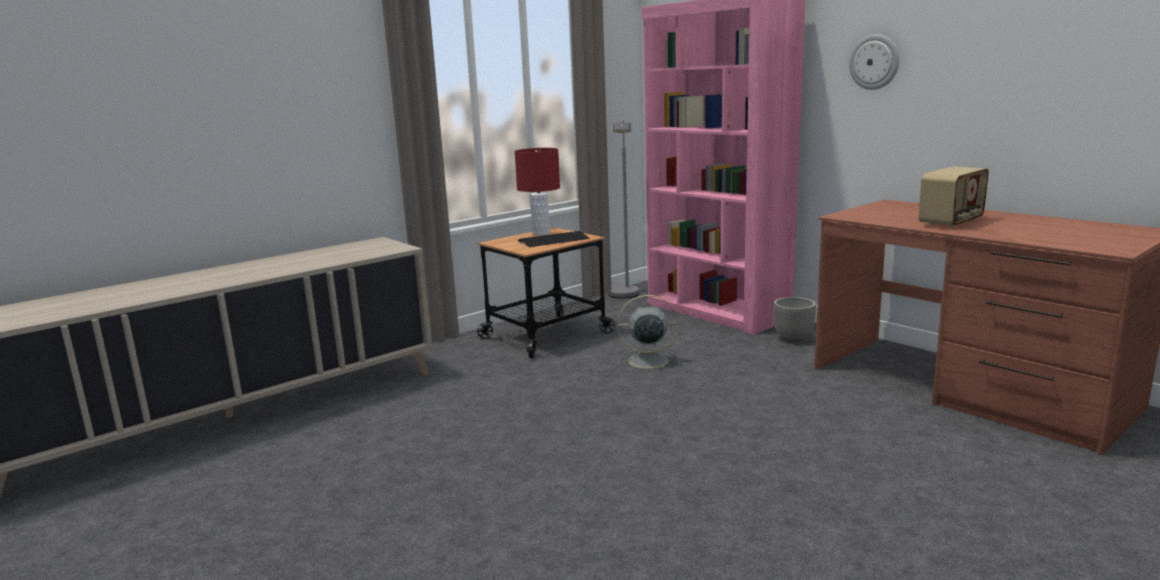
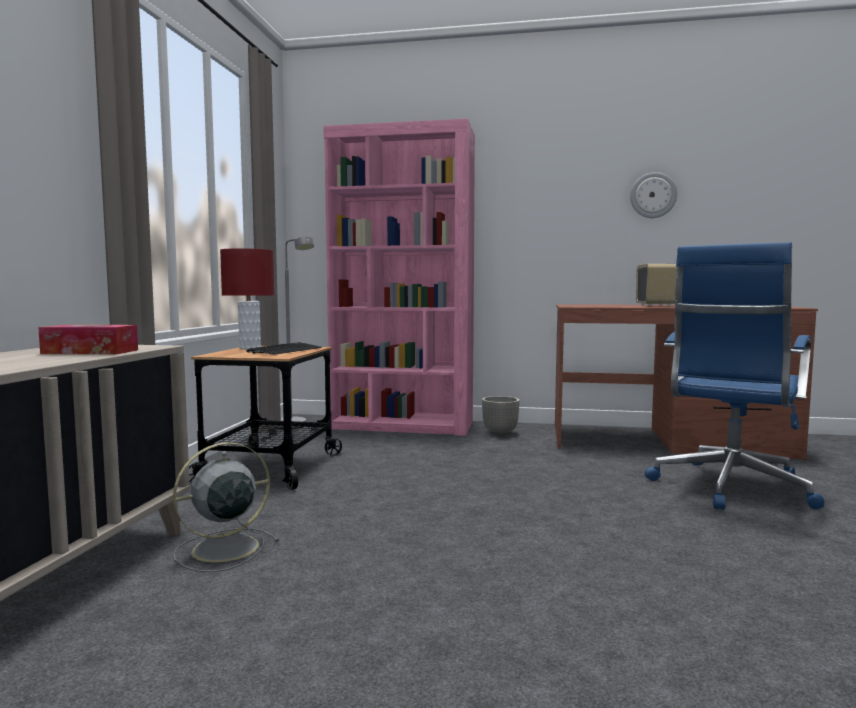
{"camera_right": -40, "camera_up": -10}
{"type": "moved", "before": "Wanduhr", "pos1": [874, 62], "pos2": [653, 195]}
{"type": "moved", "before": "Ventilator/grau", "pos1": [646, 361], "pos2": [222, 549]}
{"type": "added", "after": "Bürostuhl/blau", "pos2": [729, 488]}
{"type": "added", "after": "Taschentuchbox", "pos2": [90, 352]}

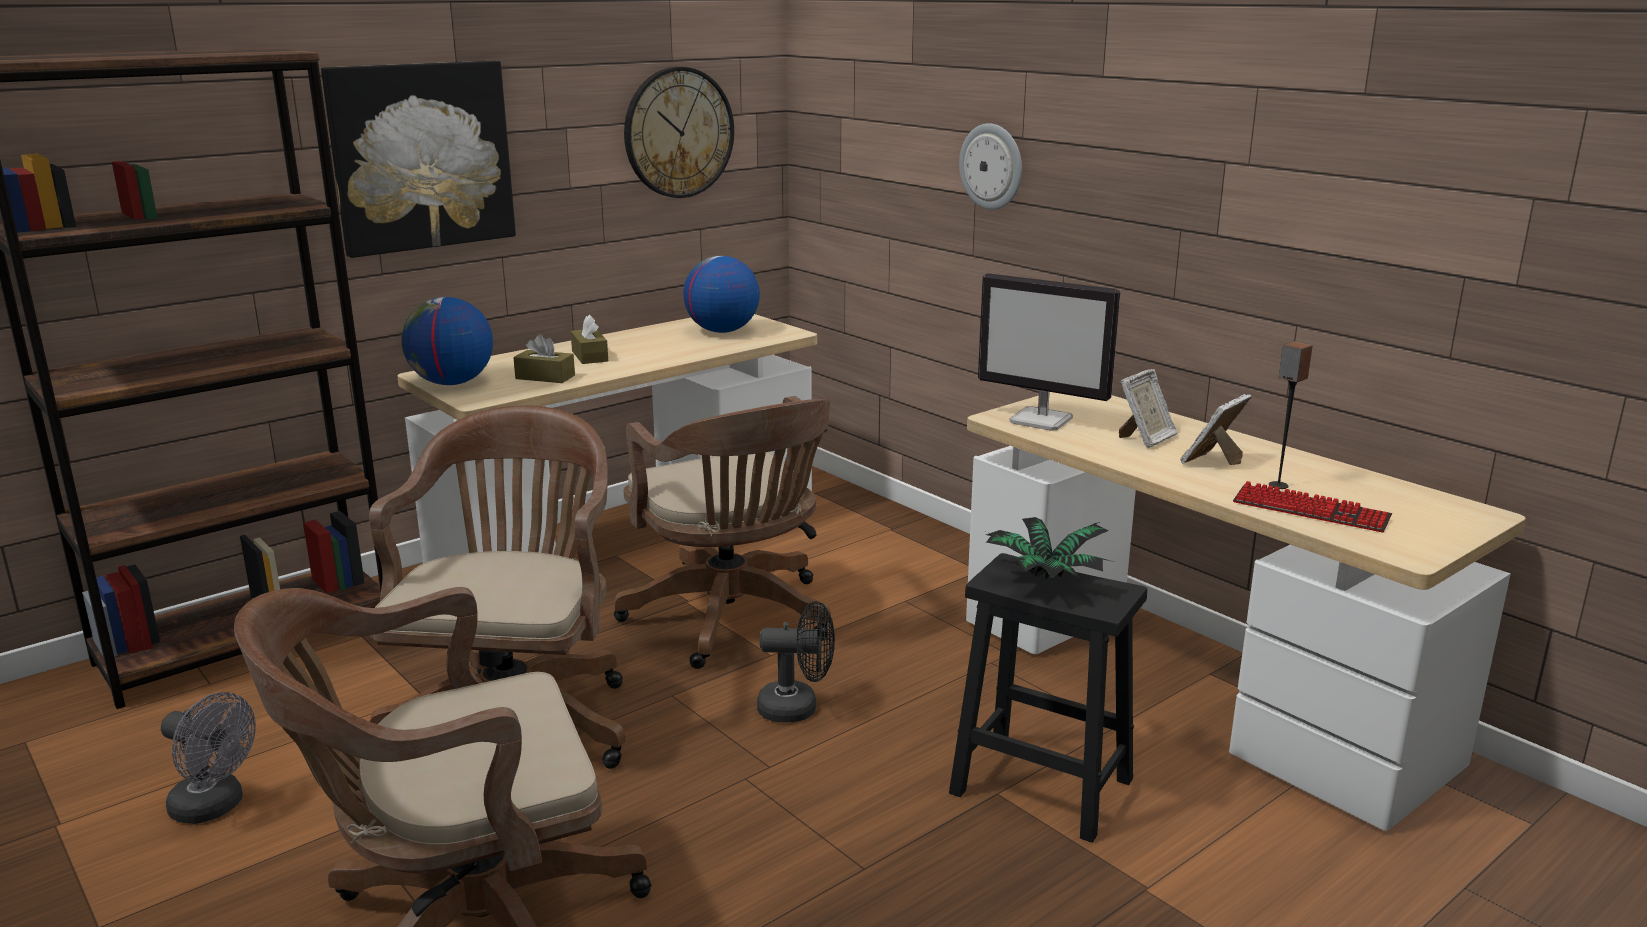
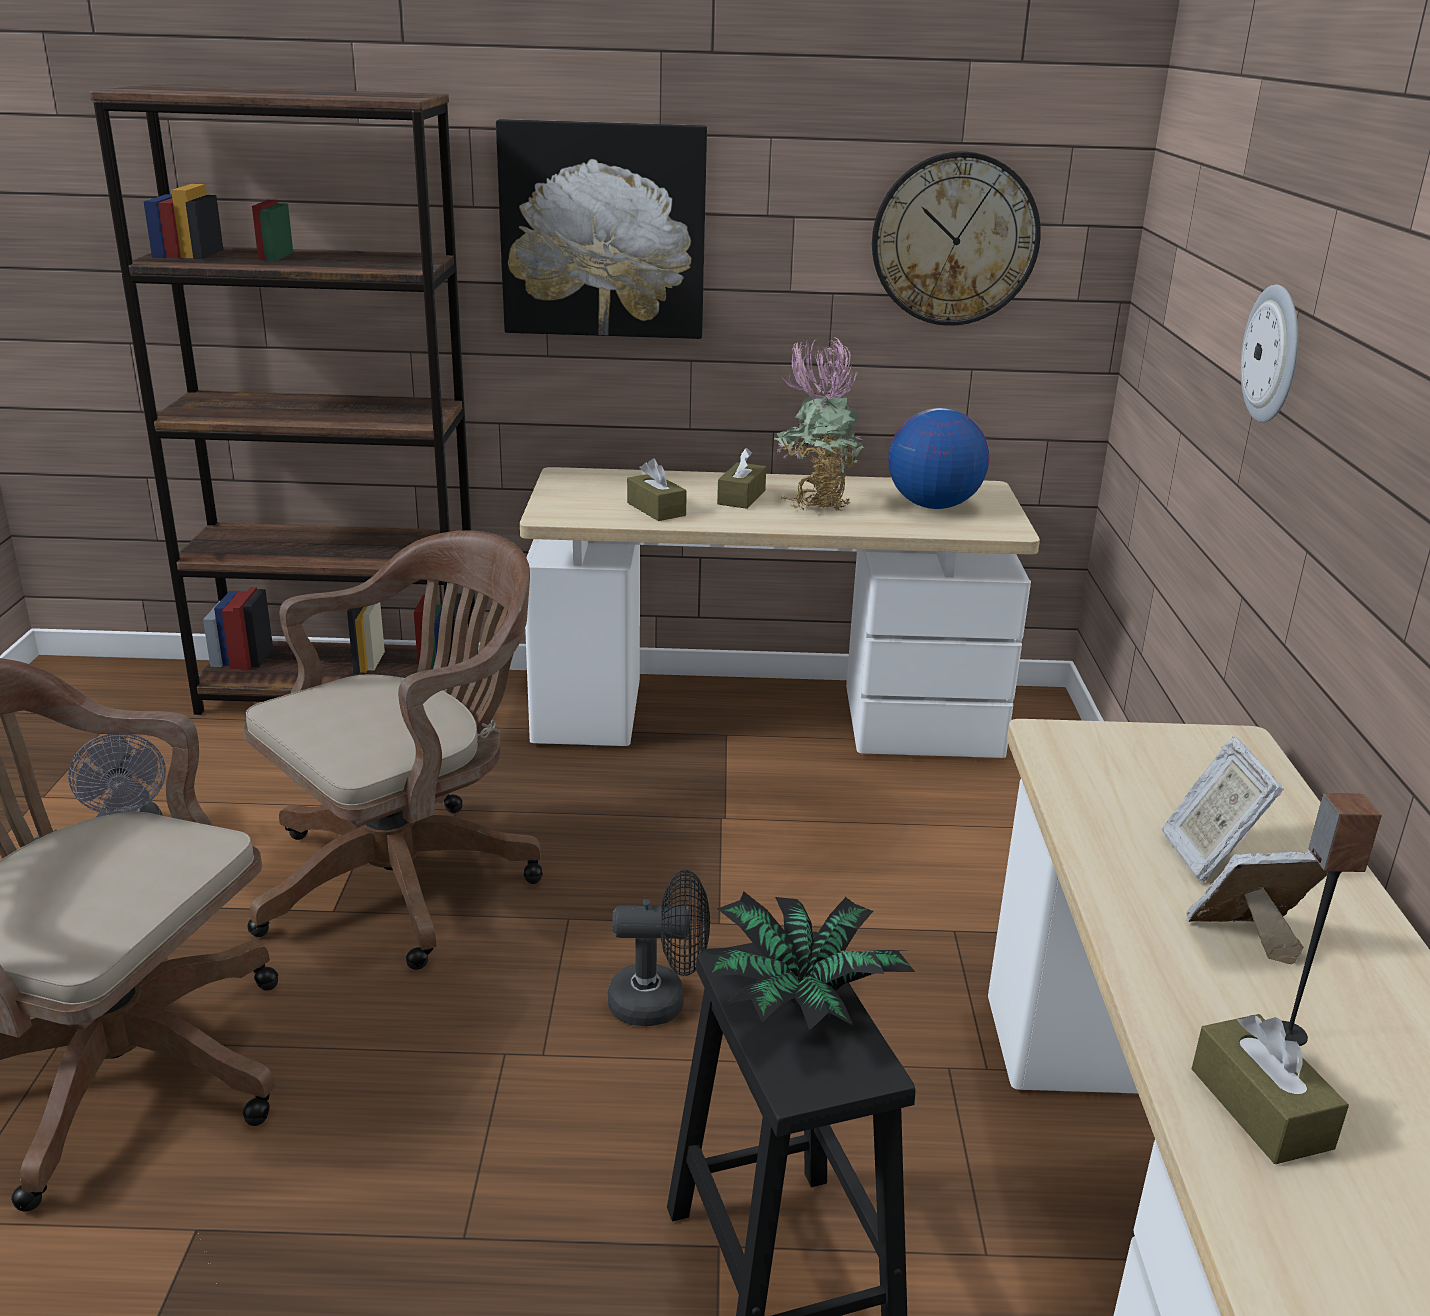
{"camera_right": 40, "camera_up": 5}
{"type": "removed", "before": "Monitor", "pos1": [1042, 420]}
{"type": "removed", "before": "Globus", "pos1": [452, 383]}
{"type": "turned", "before": "Bilderrahmen", "pos1": [1145, 439], "pos2": [1207, 855], "turn": 90}
{"type": "removed", "before": "Bürostuhl/braun", "pos1": [733, 620]}
{"type": "replaced", "before": "Tastatur", "after": "Taschentuchbox/braun", "pos1": [1310, 511], "pos2": [1260, 1108]}
{"type": "turned", "before": "Ventilator/schwarz", "pos1": [797, 708], "pos2": [660, 1002], "turn": -45}
{"type": "added", "after": "Topfpflanze", "pos2": [815, 503]}

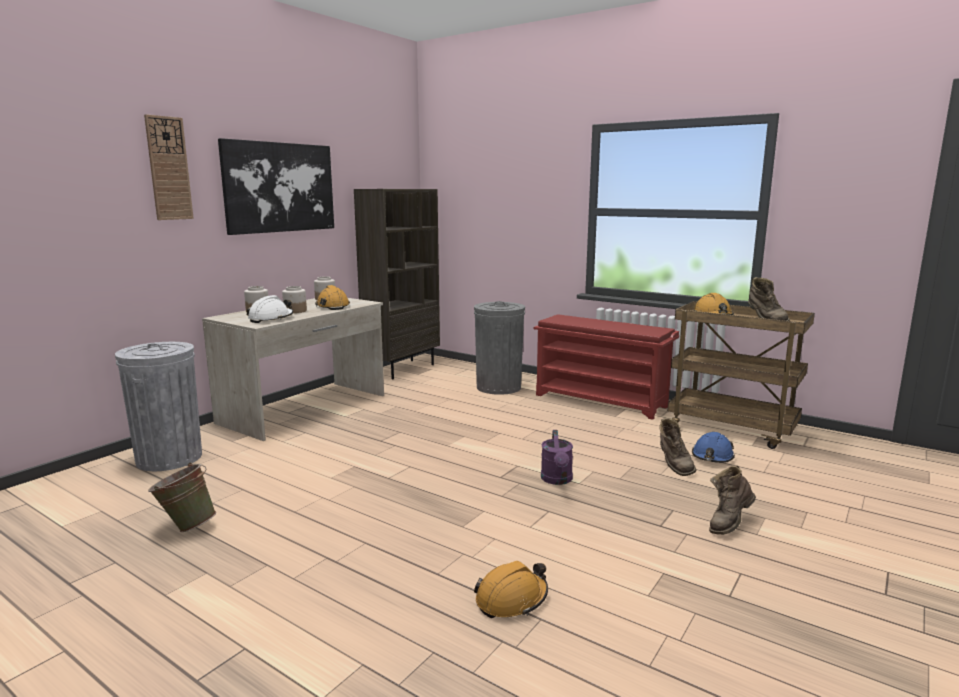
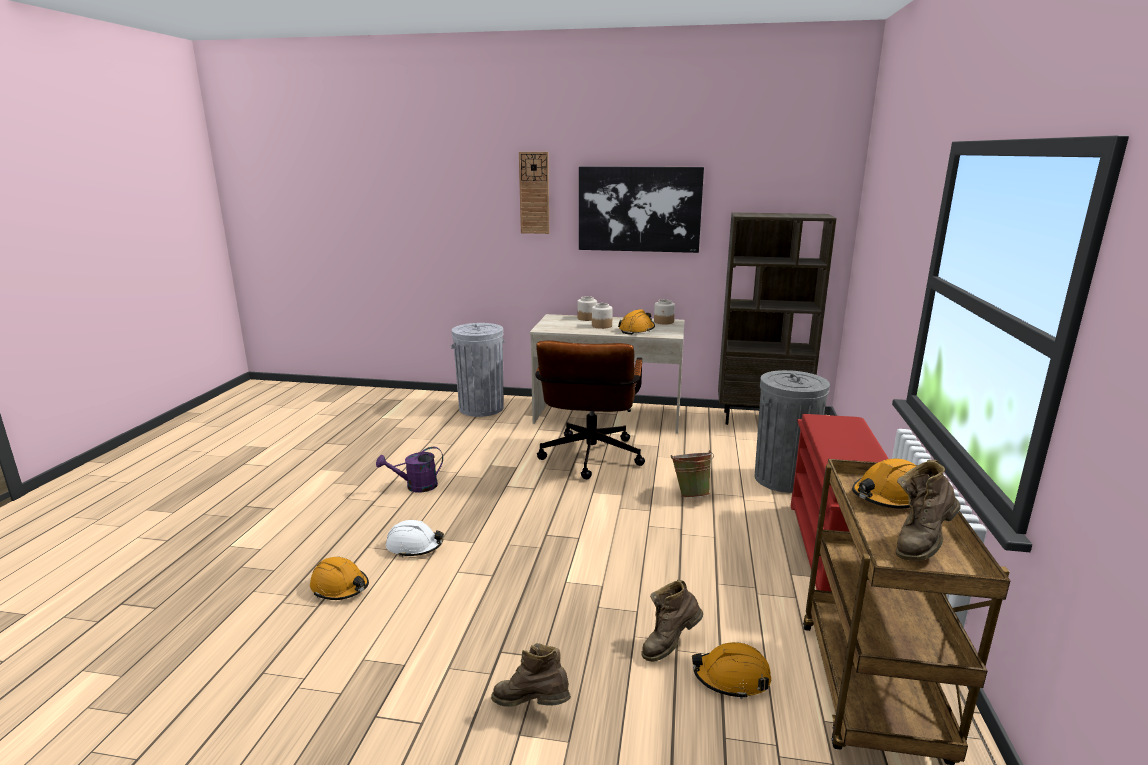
{"camera_right": 65, "camera_up": 5}
{"type": "moved", "before": "Schutzhelm/weiß", "pos1": [271, 318], "pos2": [414, 546]}
{"type": "moved", "before": "Gießkanne/lila", "pos1": [557, 480], "pos2": [416, 487]}
{"type": "recoloured", "before": "Schutzhelm/blau", "after": "Schutzhelm/orange", "pos1": [712, 457], "pos2": [731, 678]}
{"type": "moved", "before": "Eimer/grün", "pos1": [186, 526], "pos2": [690, 494]}
{"type": "added", "after": "Bürostuhl/braun", "pos2": [589, 460]}

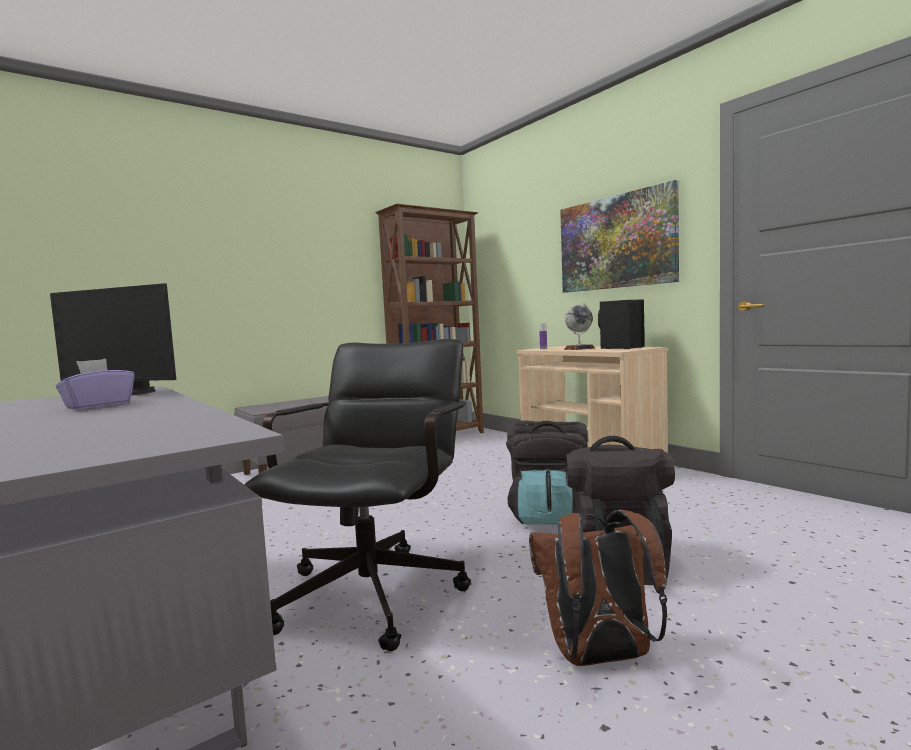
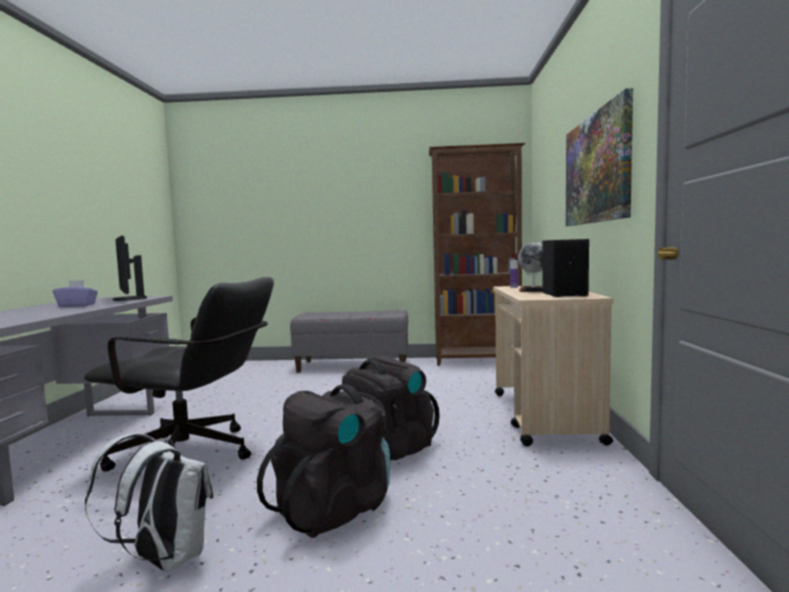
{"camera_right": 40, "camera_up": 0}
{"type": "turned", "before": "Bürostuhl/schwarz", "pos1": [378, 587], "pos2": [196, 457], "turn": 45}
{"type": "recoloured", "before": "Rucksack/braun", "after": "Rucksack/weiß", "pos1": [599, 658], "pos2": [163, 559]}

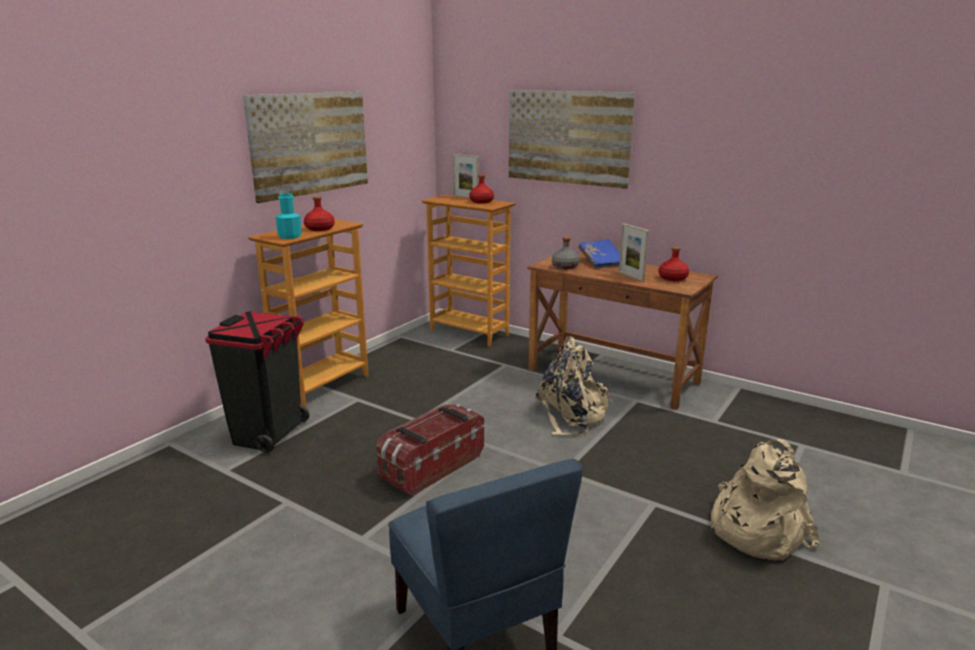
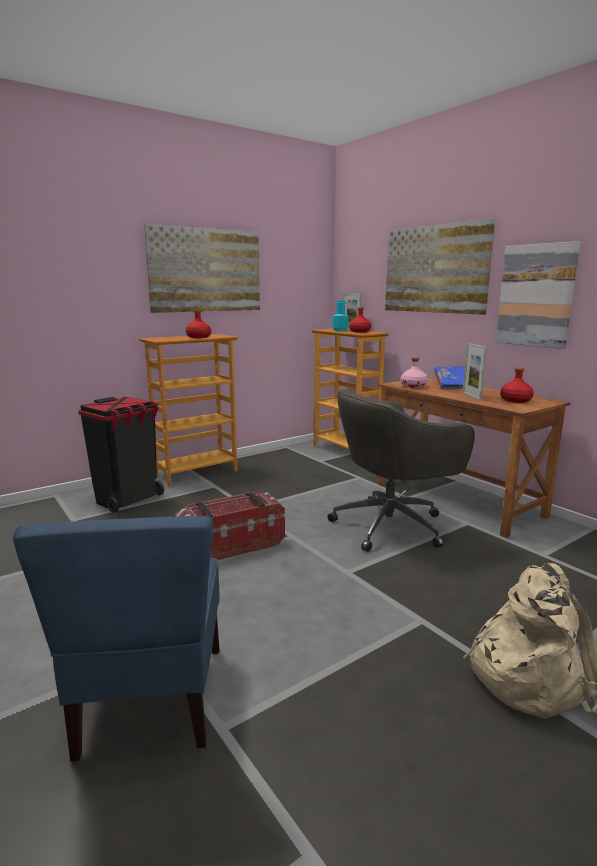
{"camera_right": 20, "camera_up": -5}
{"type": "moved", "before": "Flasche/türkis", "pos1": [290, 236], "pos2": [340, 330]}
{"type": "recoloured", "before": "Flasche/grau", "after": "Flasche/rosa", "pos1": [565, 267], "pos2": [413, 386]}
{"type": "replaced", "before": "Rucksack/beige", "after": "Bürostuhl/grau", "pos1": [572, 415], "pos2": [392, 525]}
{"type": "added", "after": "Bild", "pos2": [536, 295]}

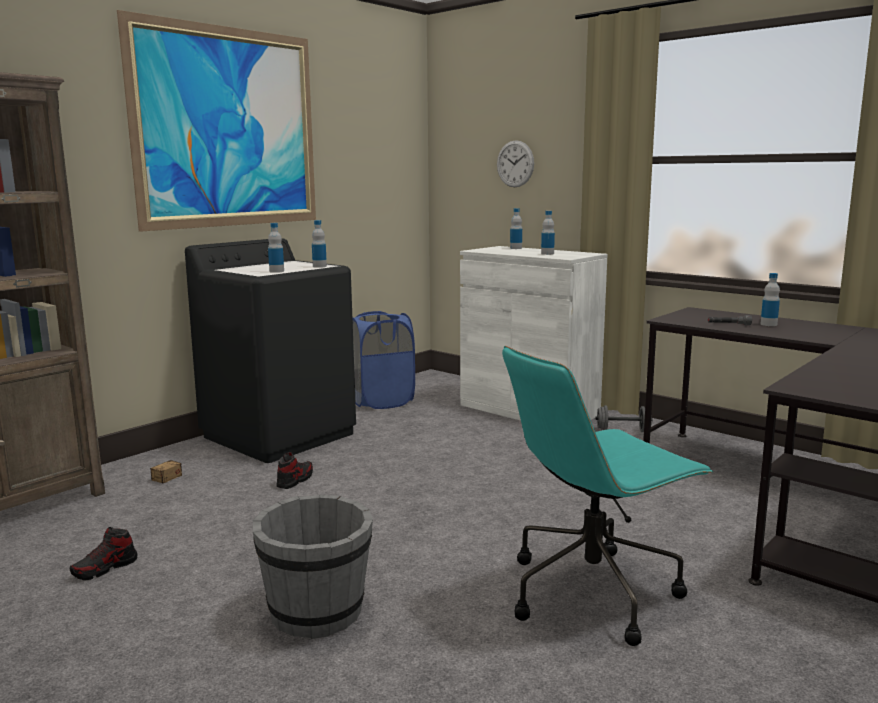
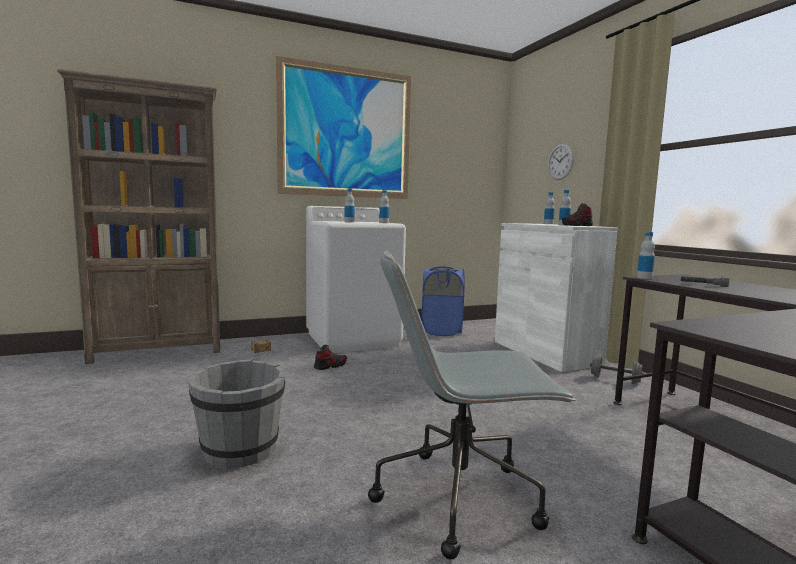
{"camera_right": 25, "camera_up": -5}
{"type": "recoloured", "before": "Waschmaschine/schwarz", "after": "Waschmaschine/weiß", "pos1": [280, 435], "pos2": [353, 339]}
{"type": "moved", "before": "Flasche", "pos1": [768, 324], "pos2": [644, 278]}
{"type": "recoloured", "before": "Bürostuhl/türkis", "after": "Bürostuhl/grau", "pos1": [593, 591], "pos2": [461, 497]}
{"type": "moved", "before": "Schuh", "pos1": [105, 568], "pos2": [577, 225]}

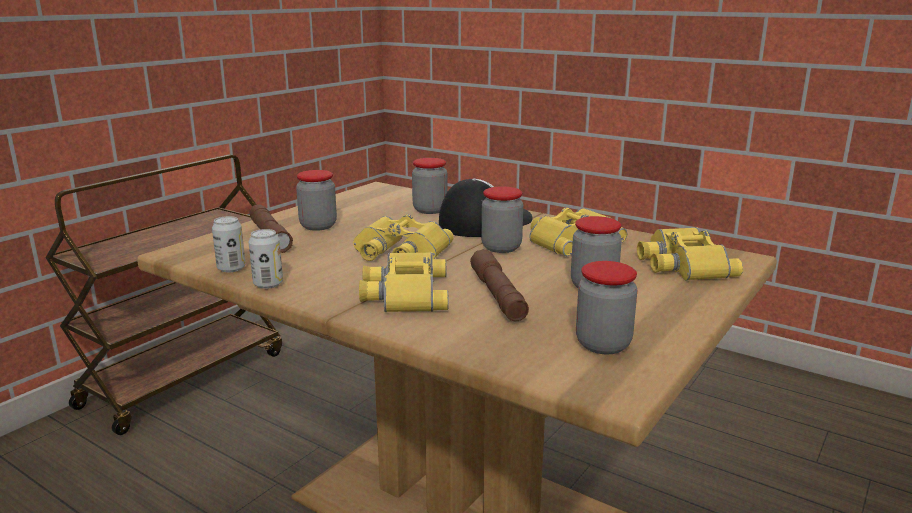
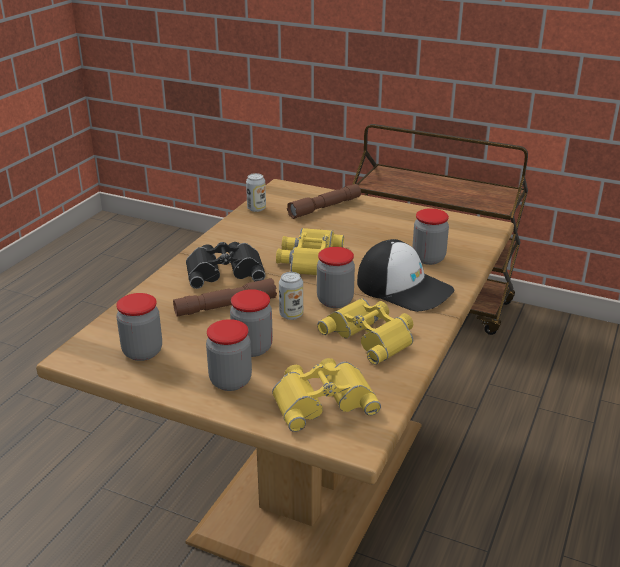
{"camera_right": 80, "camera_up": 10}
{"type": "moved", "before": "Vorratsglas", "pos1": [318, 226], "pos2": [230, 381]}
{"type": "moved", "before": "Dose", "pos1": [268, 284], "pos2": [291, 315]}
{"type": "recoloured", "before": "Fernglas/gelb", "after": "Fernglas/schwarz", "pos1": [404, 293], "pos2": [225, 270]}

